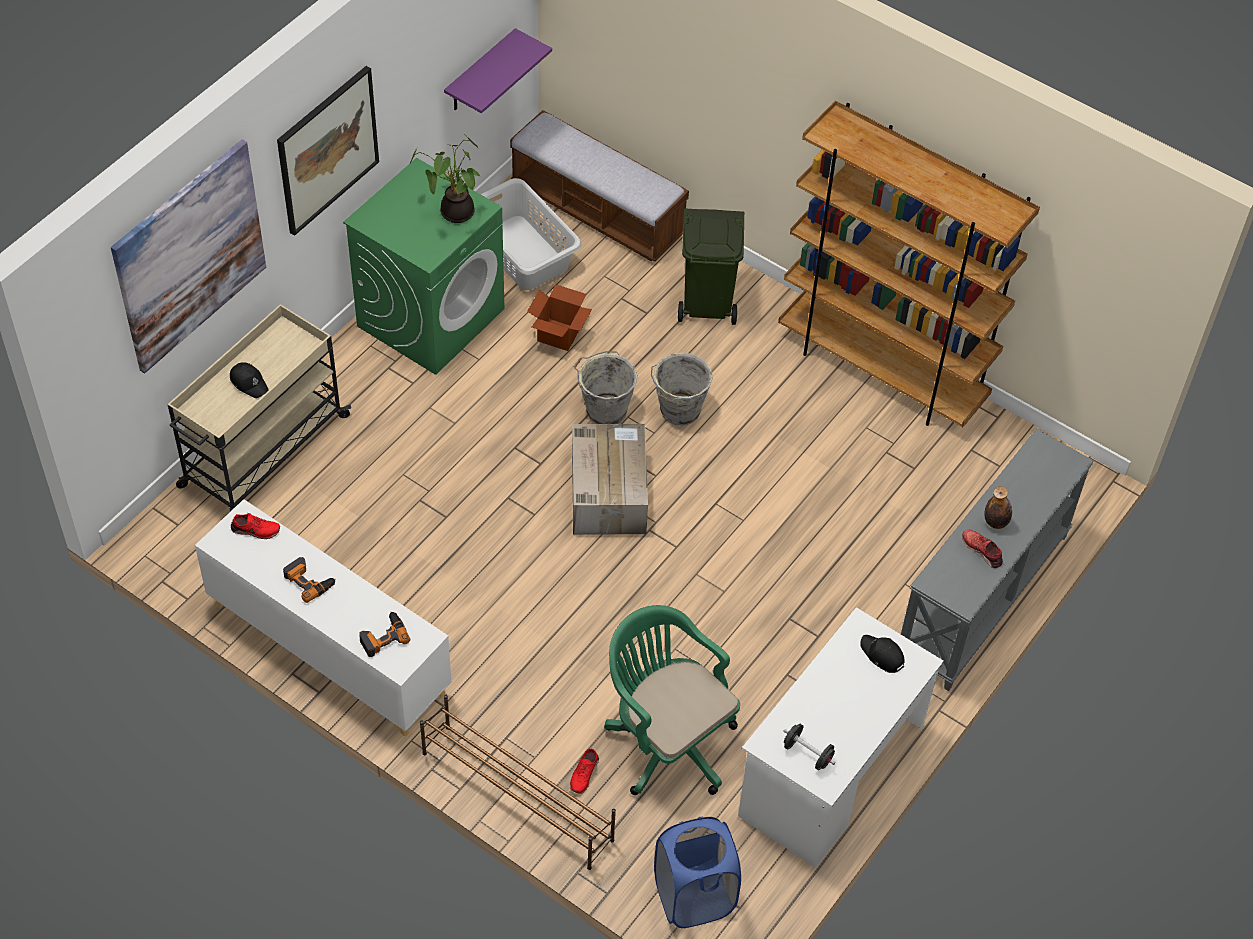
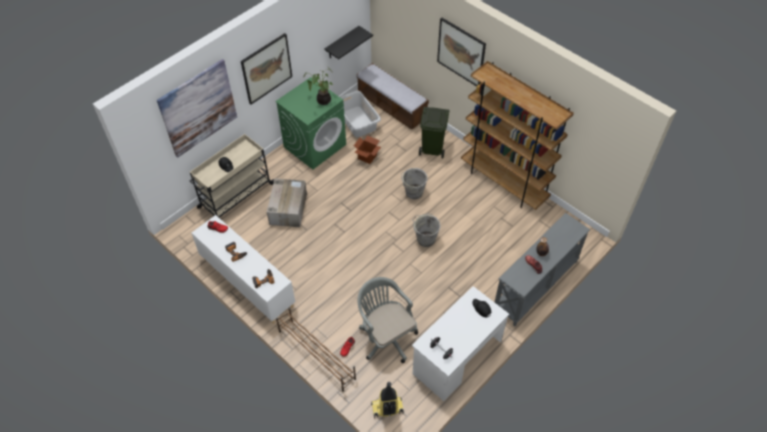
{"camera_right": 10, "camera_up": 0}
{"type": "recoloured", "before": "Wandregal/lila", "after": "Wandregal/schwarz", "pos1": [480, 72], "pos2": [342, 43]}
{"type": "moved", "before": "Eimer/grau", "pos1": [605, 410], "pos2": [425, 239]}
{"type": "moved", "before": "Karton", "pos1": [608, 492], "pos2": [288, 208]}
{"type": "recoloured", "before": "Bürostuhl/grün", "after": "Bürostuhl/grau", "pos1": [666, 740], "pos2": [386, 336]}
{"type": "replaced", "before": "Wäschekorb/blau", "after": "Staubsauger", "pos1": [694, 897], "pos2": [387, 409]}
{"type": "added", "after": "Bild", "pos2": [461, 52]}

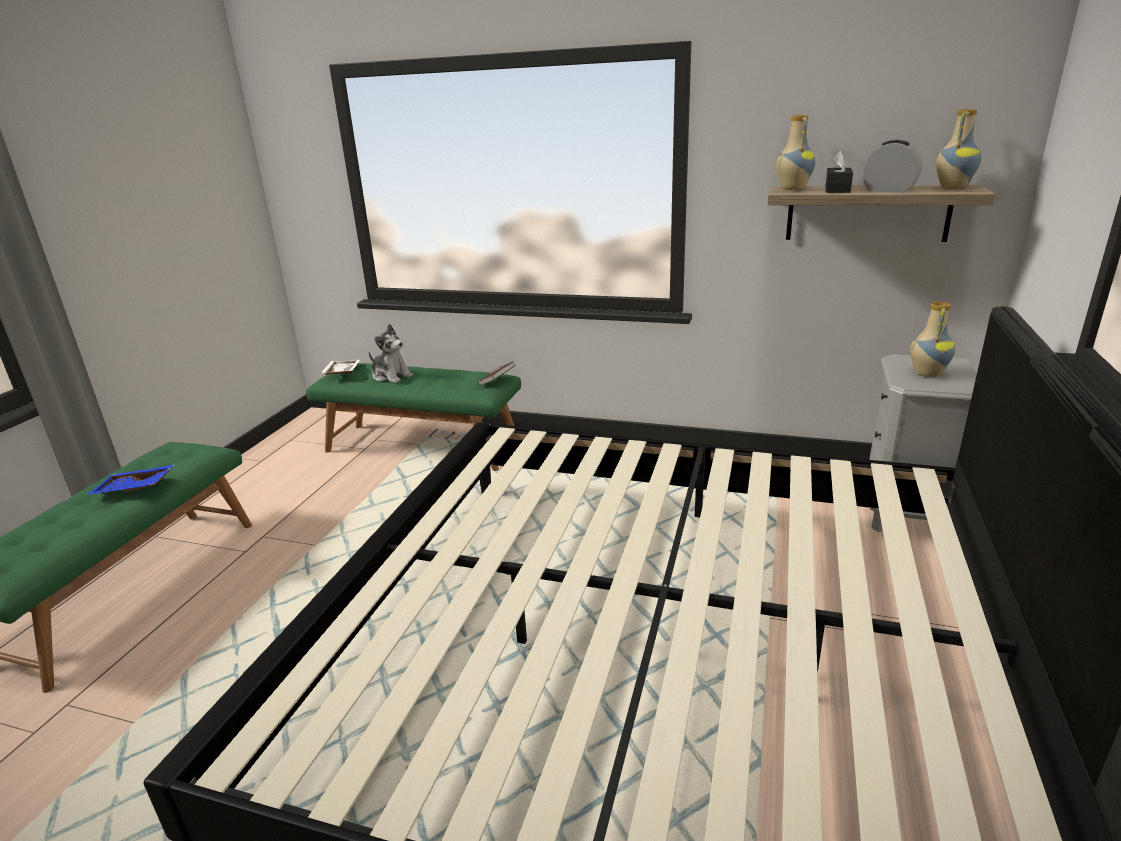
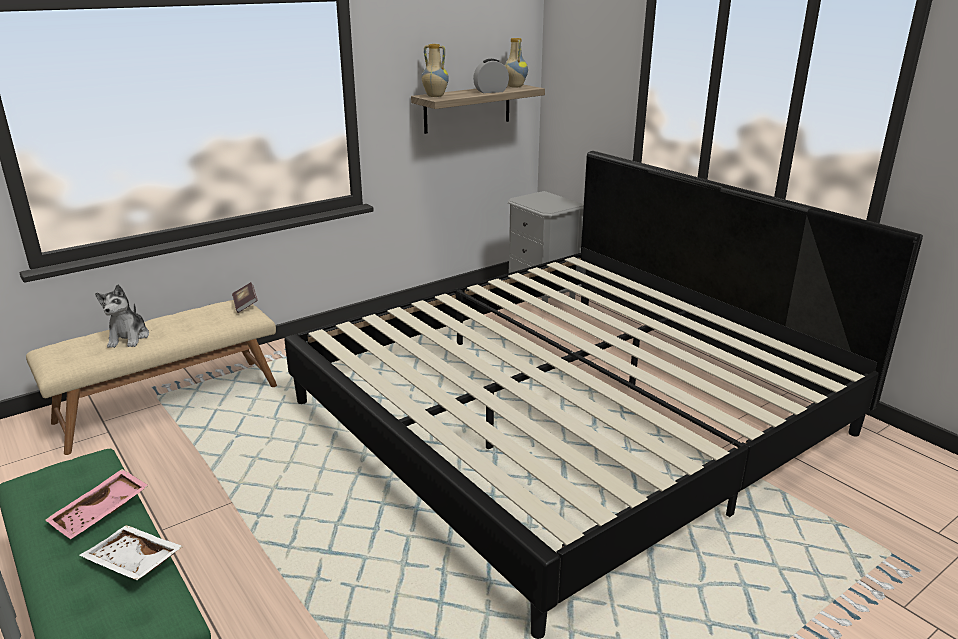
{"camera_right": -55, "camera_up": 0}
{"type": "removed", "before": "Taschentuchbox/schwarz", "pos1": [837, 189]}
{"type": "removed", "before": "Vase", "pos1": [926, 374]}
{"type": "turned", "before": "Plüschtier", "pos1": [391, 376], "pos2": [129, 338], "turn": 105}
{"type": "moved", "before": "Tablett/weiß", "pos1": [341, 373], "pos2": [132, 563]}
{"type": "recoloured", "before": "Bank/grün", "after": "Bank/beige", "pos1": [423, 446], "pos2": [168, 403]}
{"type": "recoloured", "before": "Tablett/blau", "after": "Tablett/rosa", "pos1": [134, 489], "pos2": [101, 513]}

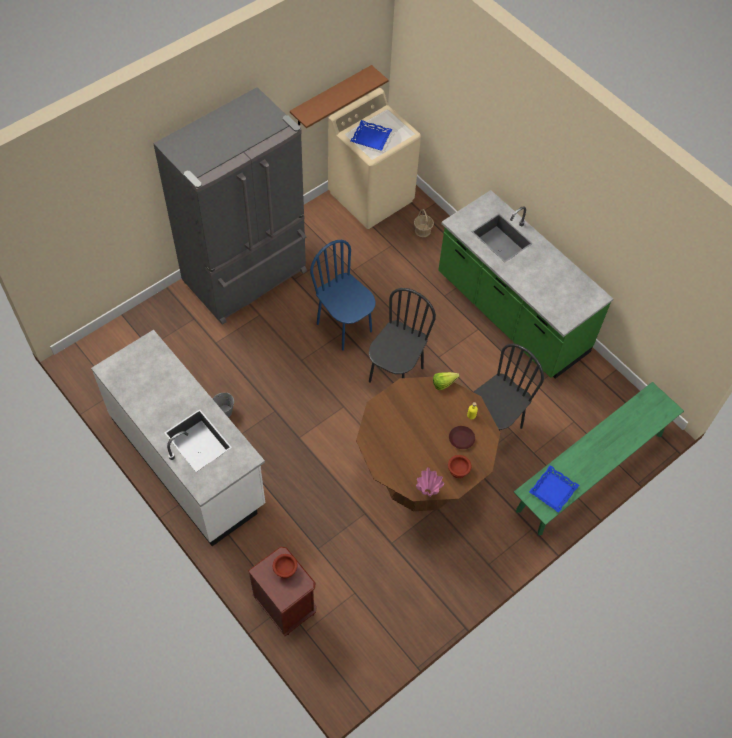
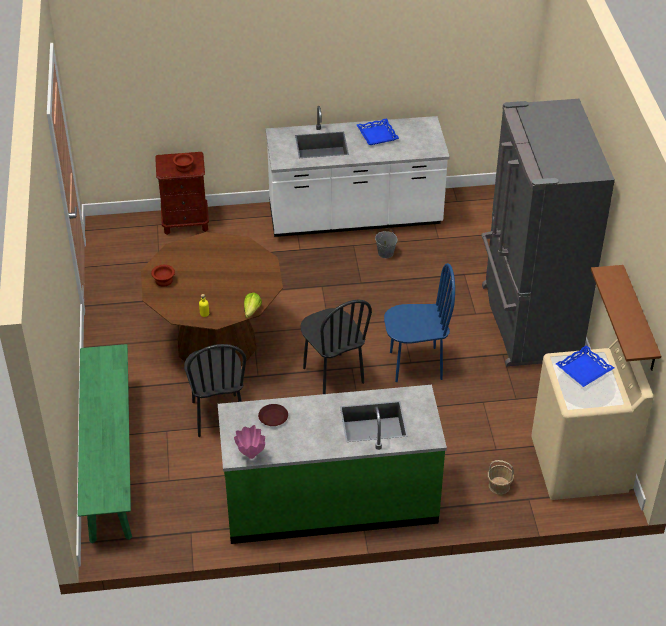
{"camera_right": 125, "camera_up": -15}
{"type": "moved", "before": "Teller/braun", "pos1": [461, 439], "pos2": [273, 417]}
{"type": "moved", "before": "Tablett/blau", "pos1": [553, 491], "pos2": [377, 135]}
{"type": "moved", "before": "Vase/rosa", "pos1": [427, 492], "pos2": [250, 455]}

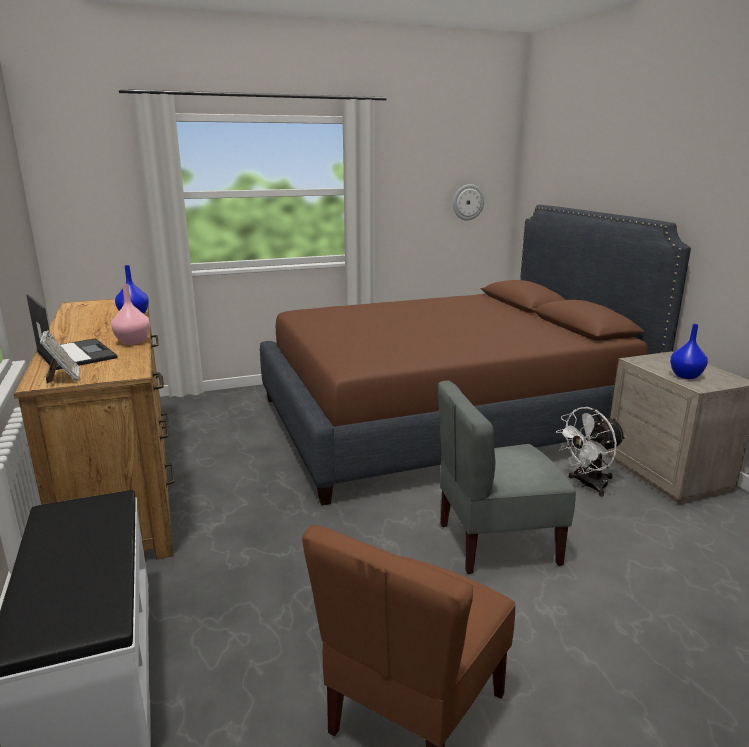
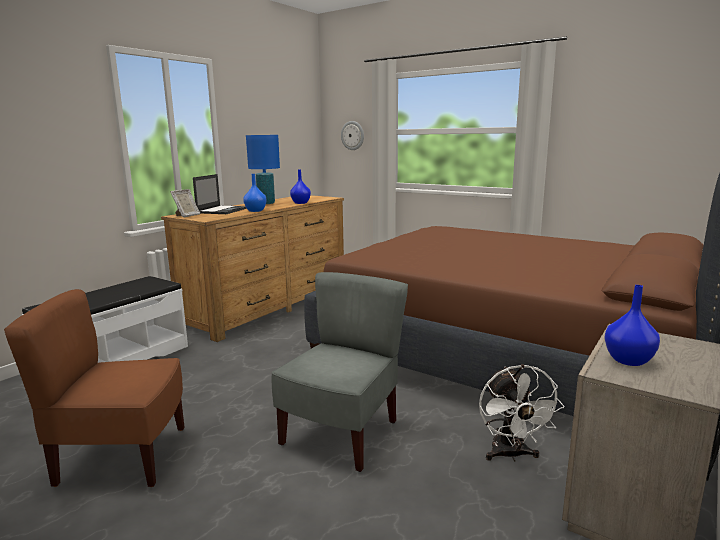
{"camera_right": 55, "camera_up": -5}
{"type": "moved", "before": "Wanduhr", "pos1": [468, 202], "pos2": [352, 135]}
{"type": "recoloured", "before": "Vase/rosa", "after": "Vase/blau", "pos1": [133, 342], "pos2": [255, 211]}
{"type": "turned", "before": "Stuhl/grau", "pos1": [496, 543], "pos2": [342, 433], "turn": 75}
{"type": "turned", "before": "Ventilator/weiß", "pos1": [587, 485], "pos2": [511, 455], "turn": -120}
{"type": "added", "after": "Tischlampe/blau", "pos2": [266, 203]}

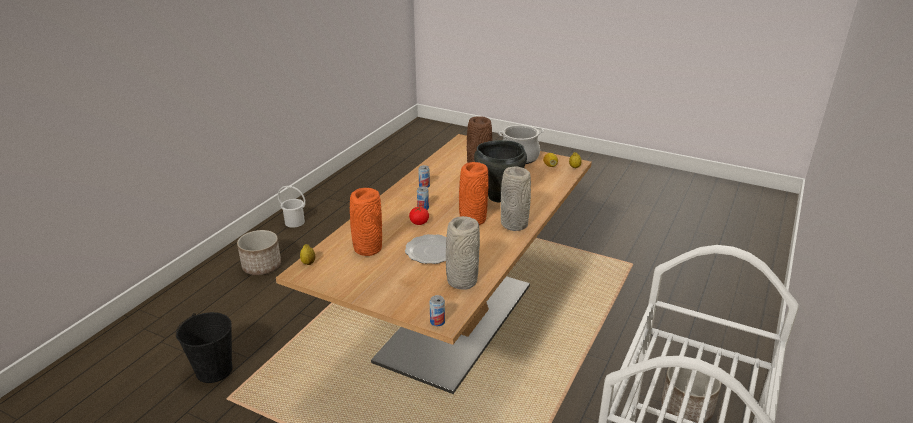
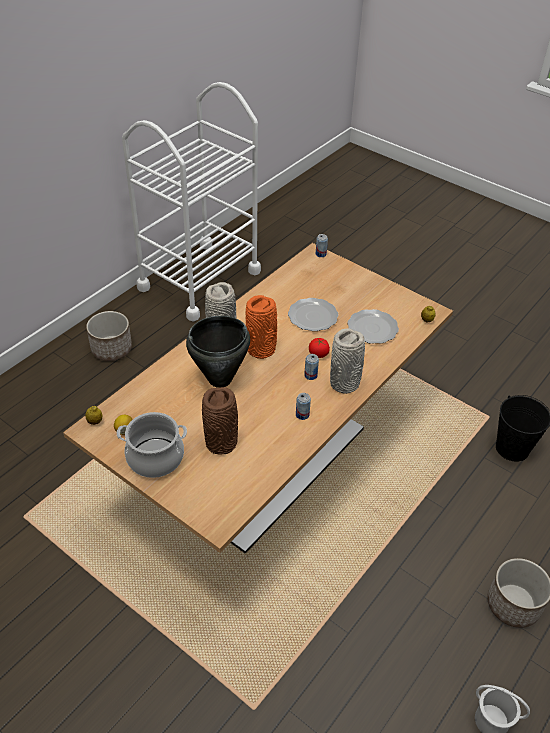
{"camera_right": -170, "camera_up": 15}
{"type": "replaced", "before": "Vase/orange", "after": "Teller", "pos1": [367, 249], "pos2": [373, 328]}
{"type": "moved", "before": "Vase/grau", "pos1": [461, 281], "pos2": [345, 383]}

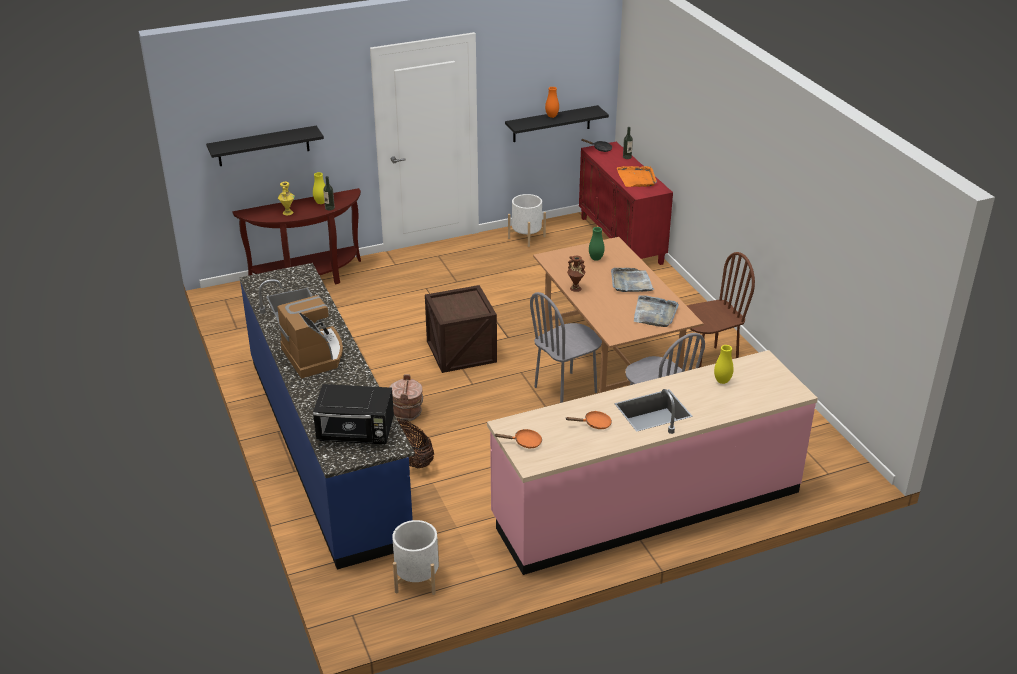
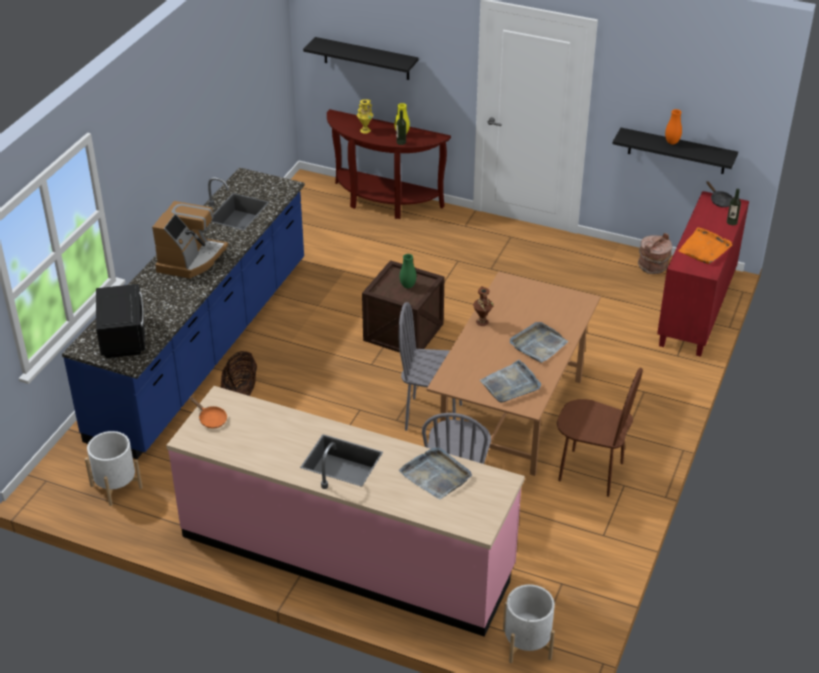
{"camera_right": 45, "camera_up": 5}
{"type": "moved", "before": "Pflanzkübel/weiß", "pos1": [526, 237], "pos2": [527, 644]}
{"type": "moved", "before": "Vase/grün", "pos1": [596, 259], "pos2": [408, 286]}
{"type": "replaced", "before": "Vase/gelb", "after": "Tablett/grau", "pos1": [722, 381], "pos2": [436, 475]}
{"type": "moved", "before": "Eimer/braun", "pos1": [407, 413], "pos2": [653, 267]}
{"type": "turned", "before": "Mikrowelle/schwarz", "pos1": [356, 434], "pos2": [124, 337], "turn": -150}
{"type": "removed", "before": "Pfanne/orange", "pos1": [594, 424]}

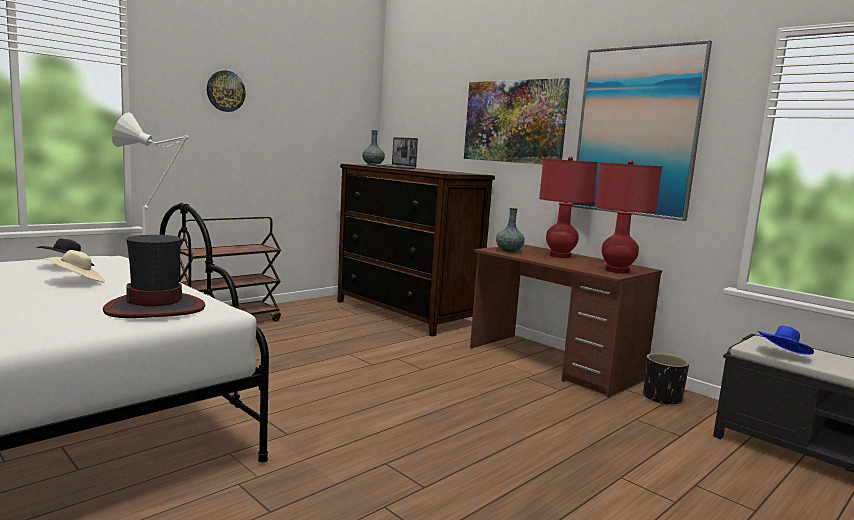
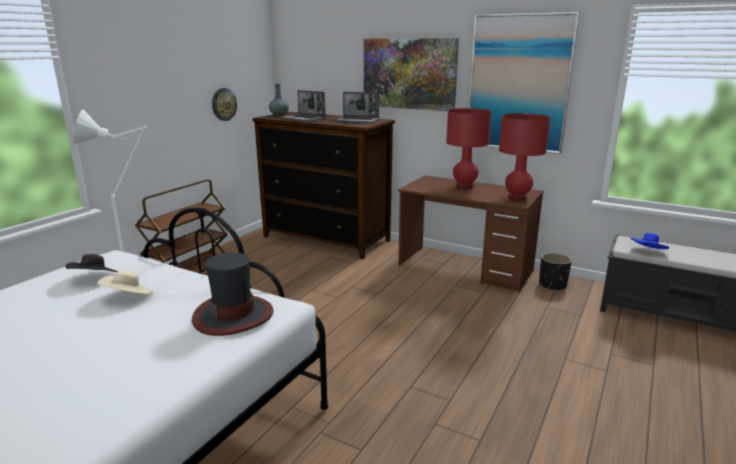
{"camera_right": -15, "camera_up": 10}
{"type": "moved", "before": "Wanduhr", "pos1": [225, 91], "pos2": [223, 104]}
{"type": "removed", "before": "Vase", "pos1": [509, 251]}
{"type": "added", "after": "Laptop", "pos2": [358, 120]}

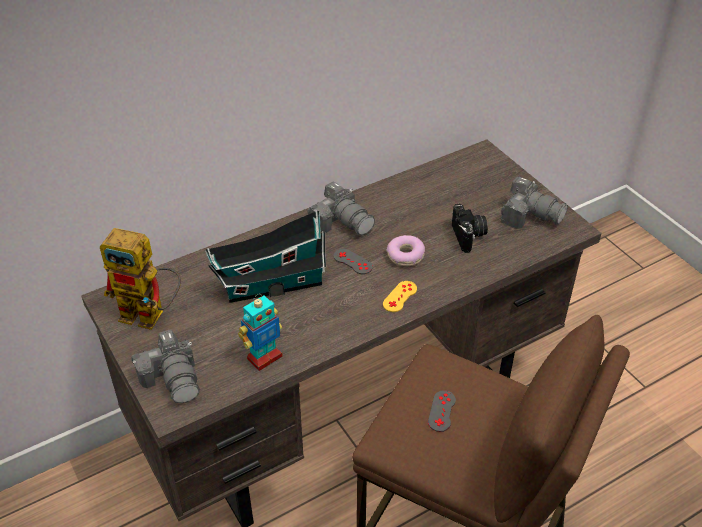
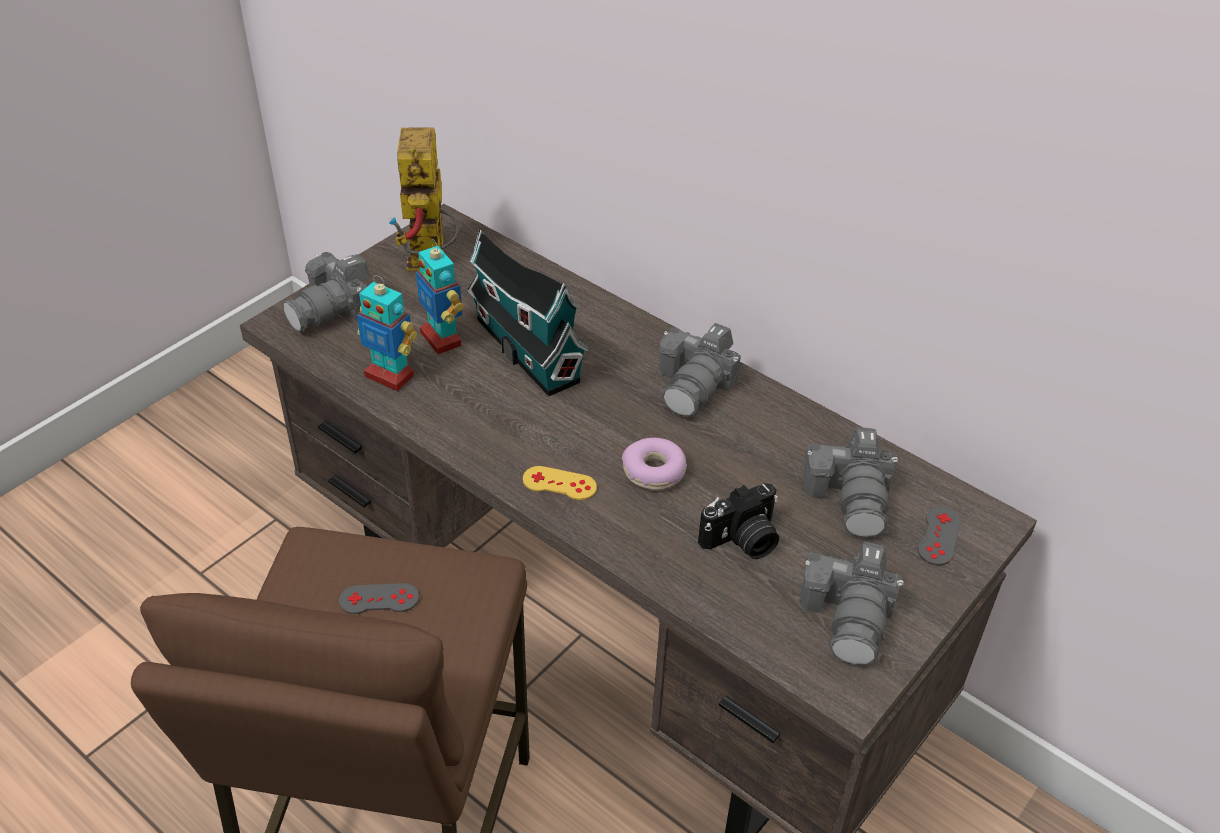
{"camera_right": 70, "camera_up": 0}
{"type": "moved", "before": "Gamepad/grau", "pos1": [352, 261], "pos2": [939, 536]}
{"type": "added", "after": "Spielzeugroboter", "pos2": [442, 339]}
{"type": "added", "after": "Kamera", "pos2": [851, 498]}

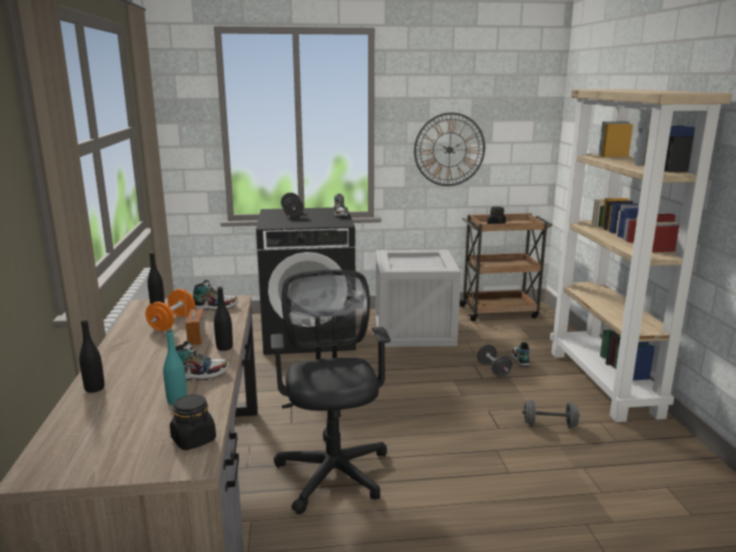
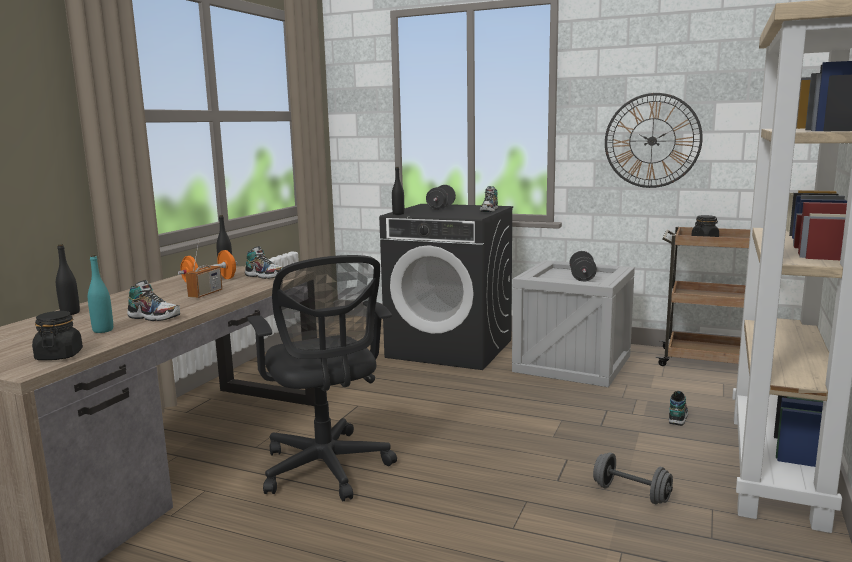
{"camera_right": 30, "camera_up": -5}
{"type": "turned", "before": "Bürostuhl/schwarz", "pos1": [333, 469], "pos2": [327, 470], "turn": 135}
{"type": "moved", "before": "Flasche/schwarz", "pos1": [224, 347], "pos2": [398, 214]}
{"type": "moved", "before": "Hantel/schwarz", "pos1": [493, 370], "pos2": [582, 277]}

